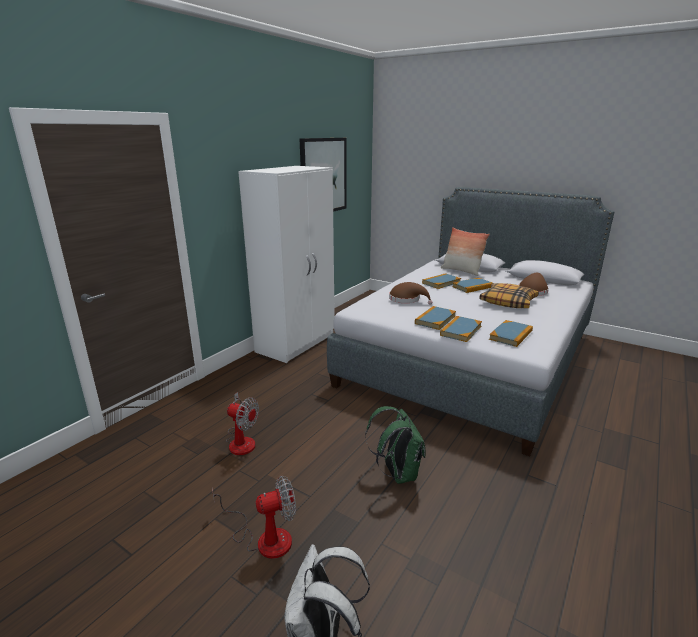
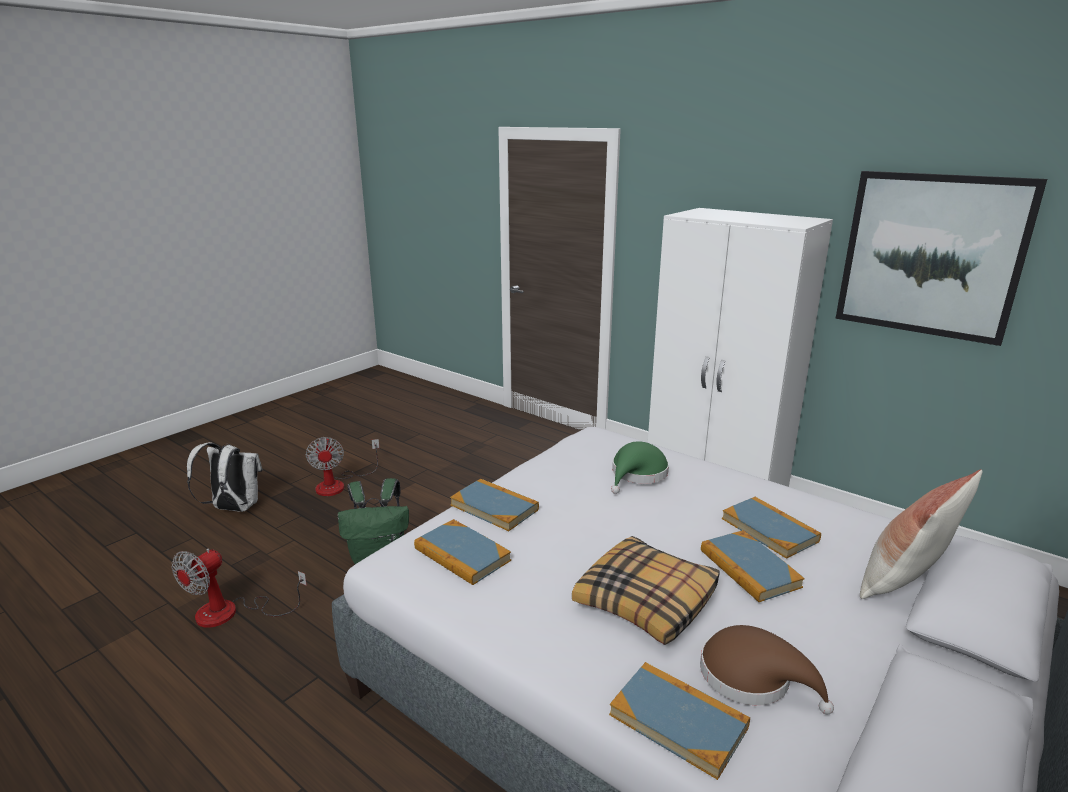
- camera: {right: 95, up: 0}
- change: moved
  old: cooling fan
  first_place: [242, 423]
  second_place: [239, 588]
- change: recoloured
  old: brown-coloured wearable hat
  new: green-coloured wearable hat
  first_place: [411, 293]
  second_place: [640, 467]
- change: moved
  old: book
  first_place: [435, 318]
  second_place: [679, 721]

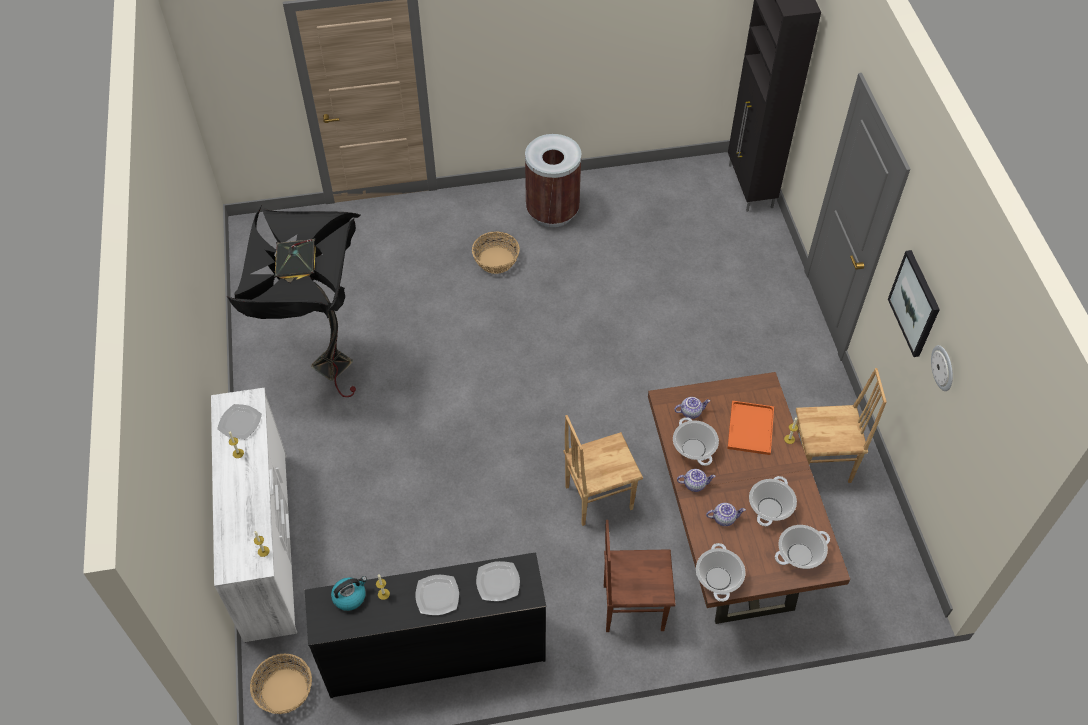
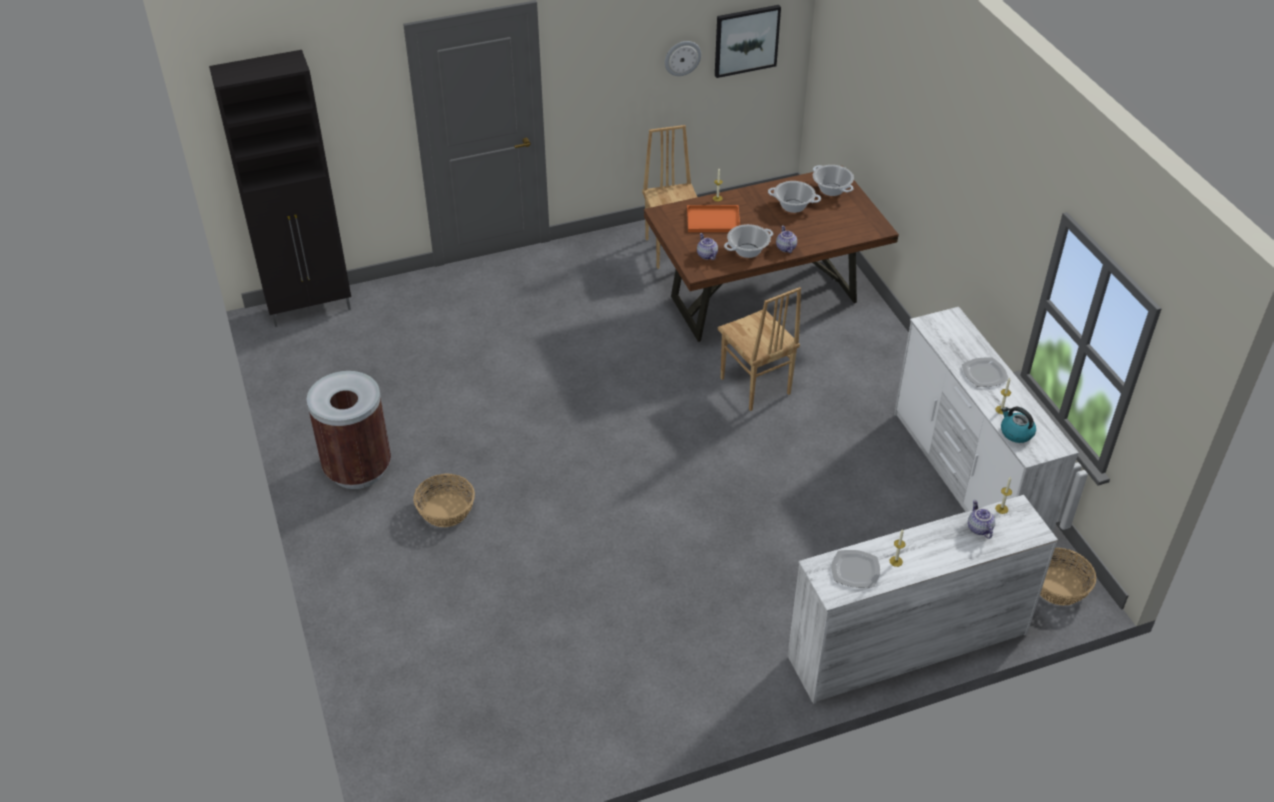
- camera: {right: -100, up: -10}
- change: removed
  old: black standard lamp
  first_place: [294, 301]
- change: recoloured
  old: black dresser
  new: white dresser
  first_place: [425, 625]
  second_place: [986, 419]
- change: removed
  old: plate
  first_place: [498, 581]
- change: removed
  old: brown-coloured plain chair
  first_place: [640, 576]
- change: removed
  old: saucepot
  first_place: [721, 572]
- change: moved
  old: pot for tea
  first_place: [726, 514]
  second_place: [981, 519]
- change: moved
  old: picture
  first_place: [914, 303]
  second_place: [748, 41]

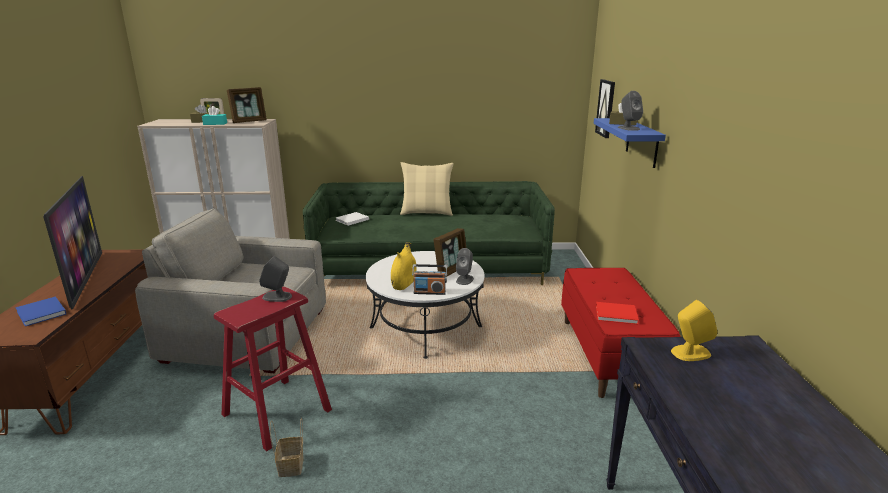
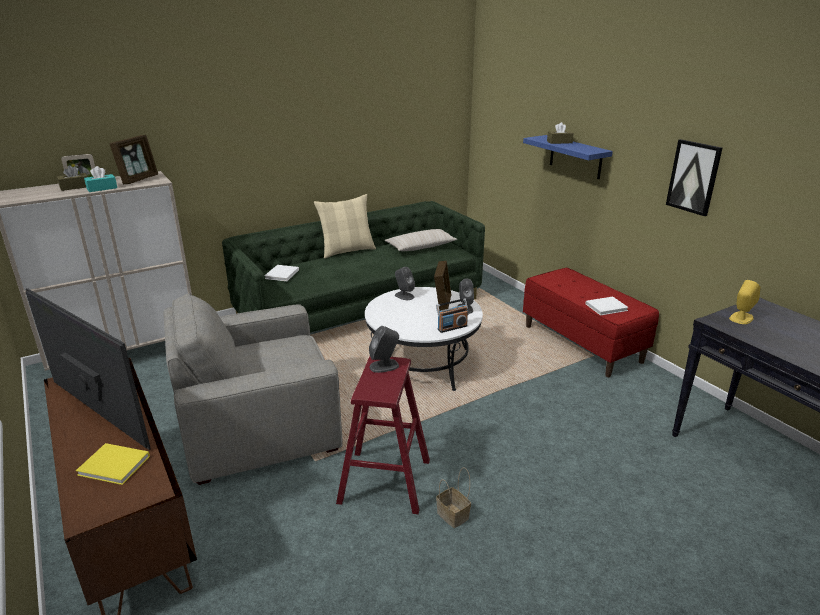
- camera: {right: -30, up: 5}
- change: recoloured
  old: blue book
  new: yellow-coloured book
  first_place: [40, 311]
  second_place: [113, 464]
- change: removed
  old: yellow-coloured flower vase
  first_place: [404, 266]
- change: moved
  old: picture
  first_place: [605, 108]
  second_place: [694, 177]
- change: recoloured
  old: red-coloured book
  new: white book
  first_place: [617, 313]
  second_place: [607, 306]
- change: moved
  old: grey loudspeaker
  first_place: [630, 111]
  second_place: [405, 283]
- change: added
  new: beige pillow
  second_place: [421, 240]

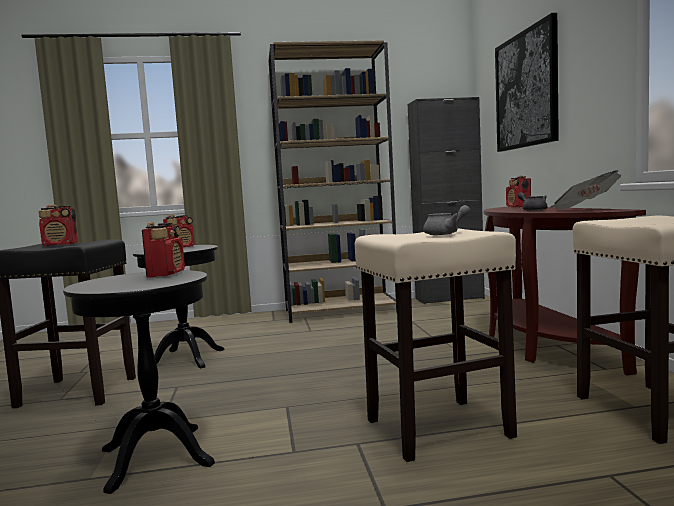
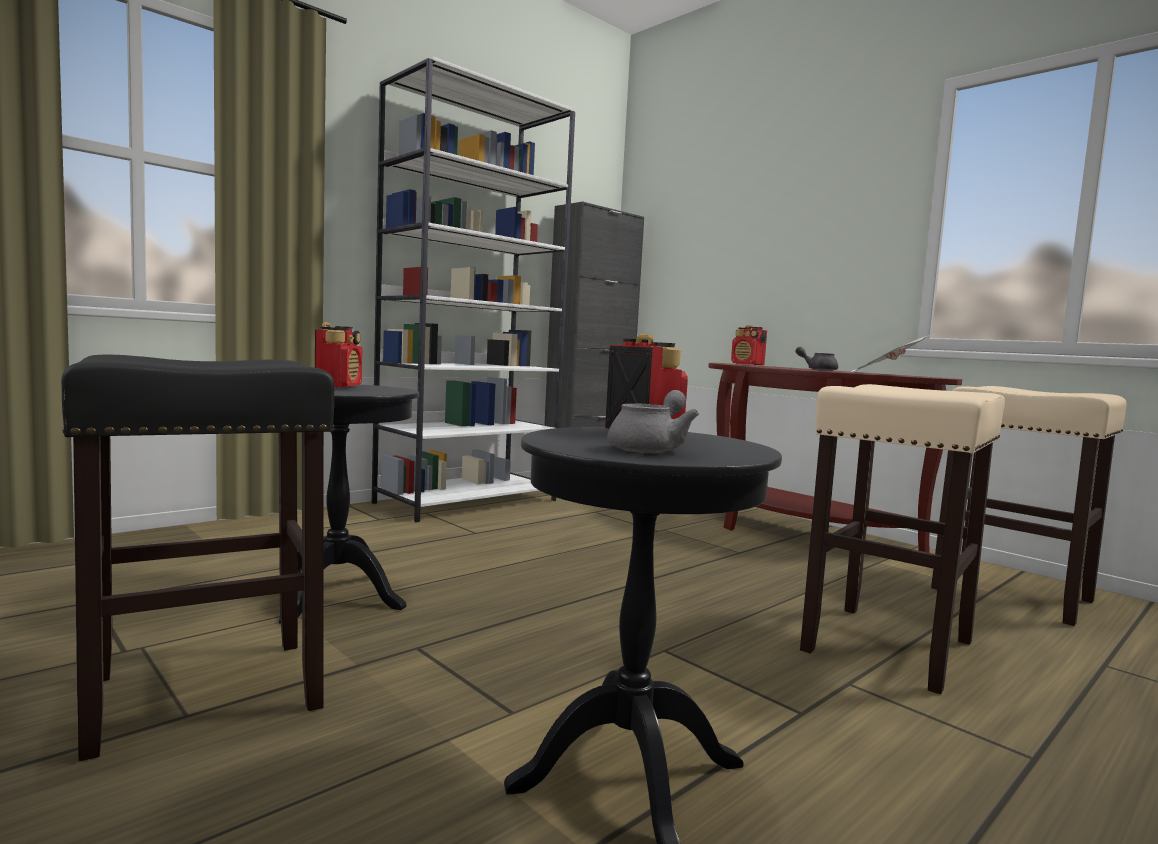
- camera: {right: -35, up: 0}
- change: removed
  old: radio
  first_place: [58, 225]
- change: recoloured
  old: brown-coloured shelving unit
  new: white shelving unit
  first_place: [332, 181]
  second_place: [473, 289]
- change: moved
  old: grey pot for tea
  first_place: [446, 220]
  second_place: [653, 421]
- change: removed
  old: picture
  first_place: [527, 82]

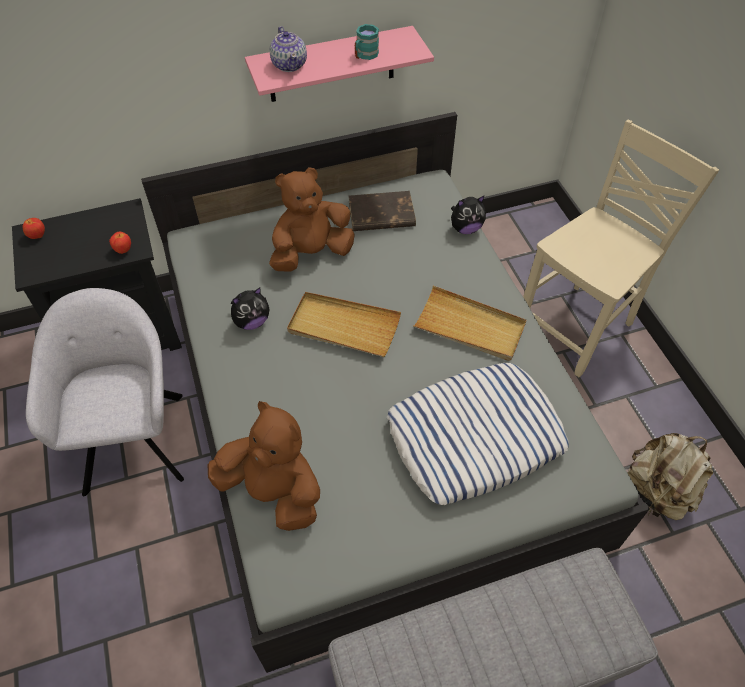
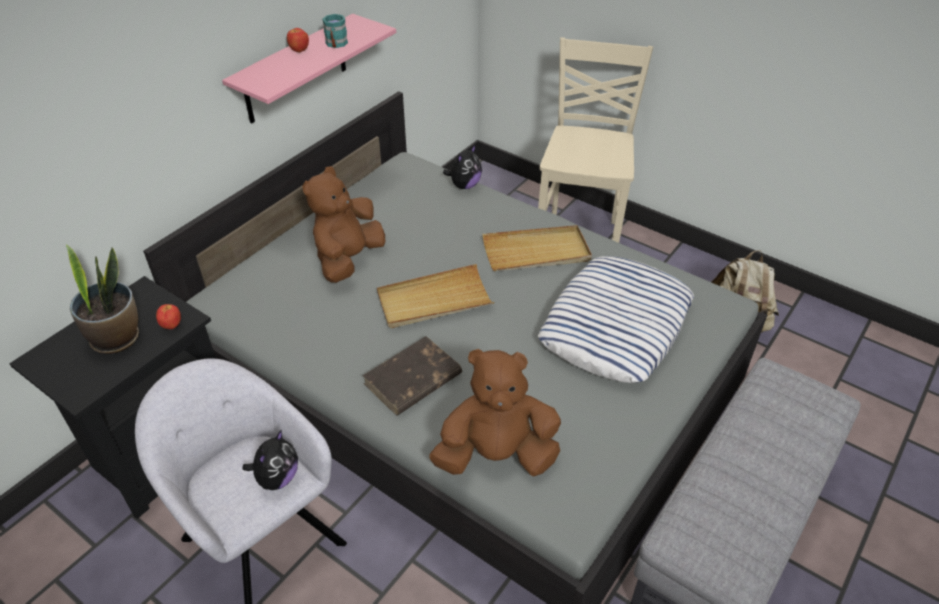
- camera: {right: -35, up: -10}
- change: moved
  old: whole apple
  first_place: [33, 228]
  second_place: [298, 40]
- change: moved
  old: cuddly toy
  first_place: [250, 308]
  second_place: [270, 460]
- change: removed
  old: pot for tea
  first_place: [288, 49]
- change: moved
  old: brown-coloured book
  first_place: [382, 211]
  second_place: [412, 376]
- change: added
  new: plant in a pot
  second_place: [102, 299]

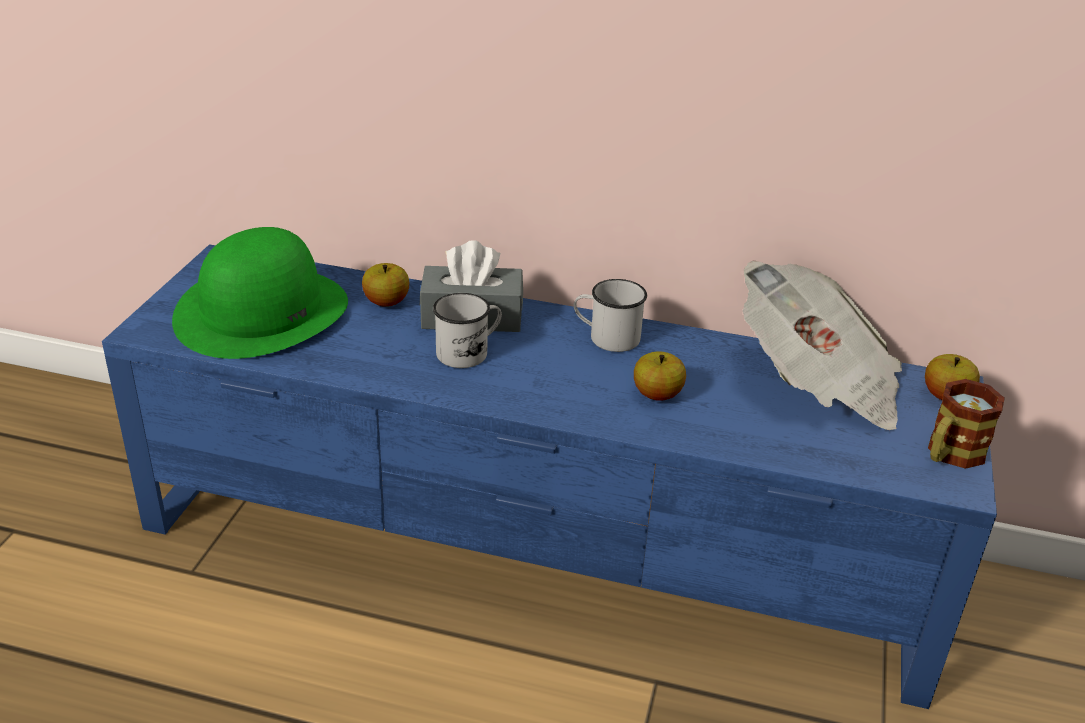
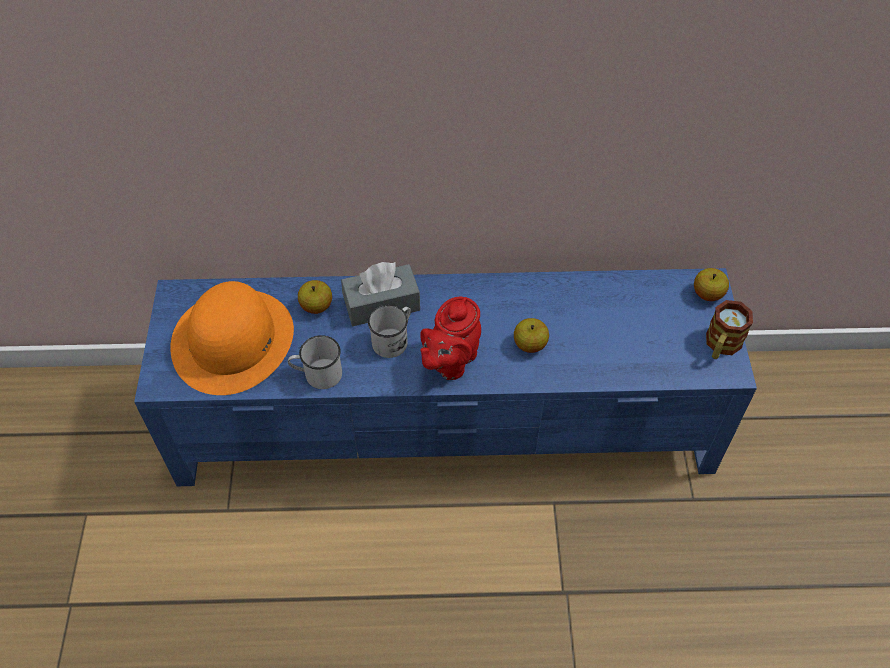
- camera: {right: -15, up: 20}
- change: recoloured
  old: green-coloured wearable hat
  new: orangey wearable hat
  first_place: [260, 293]
  second_place: [232, 338]
- change: moved
  old: white tea mug
  first_place: [610, 315]
  second_place: [315, 362]
- change: removed
  old: daily paper
  first_place: [822, 345]
- change: added
  new: red-coloured pot for tea
  second_place: [450, 338]

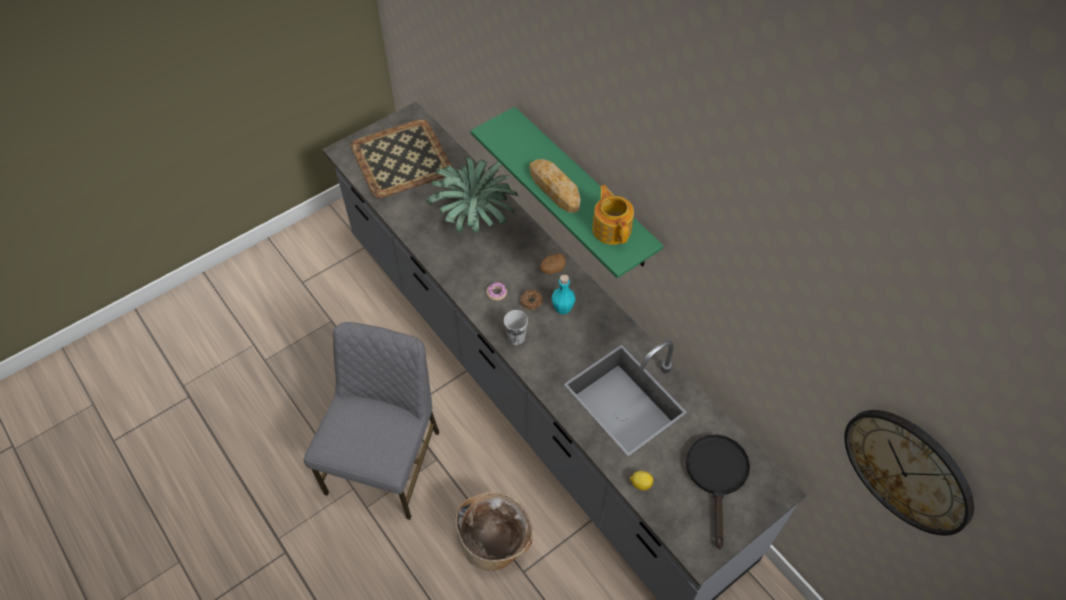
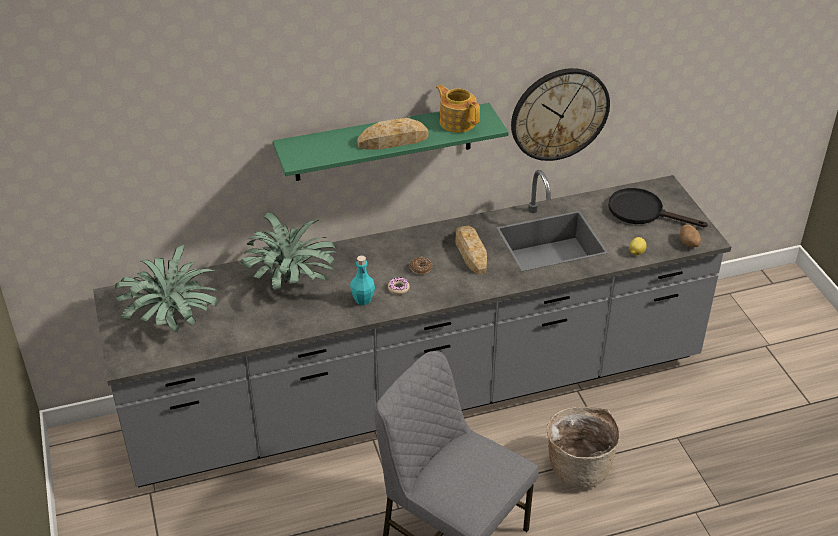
- camera: {right: -70, up: -15}
- change: replaced
  old: tray
  new: plant in a pot
  first_place: [401, 158]
  second_place: [166, 289]
- change: removed
  old: small cup
  first_place: [516, 327]
- change: moved
  old: potato
  first_place: [553, 263]
  second_place: [690, 235]
- change: moved
  old: turquoise drink bottle
  first_place: [563, 295]
  second_place: [362, 280]
- change: turned
  old: pot for tea
  first_place: [613, 215]
  second_place: [458, 109]
  degrees: 45
- change: moved
  old: wall clock
  first_place: [909, 473]
  second_place: [560, 114]
- change: added
  new: baked bread
  second_place: [471, 250]

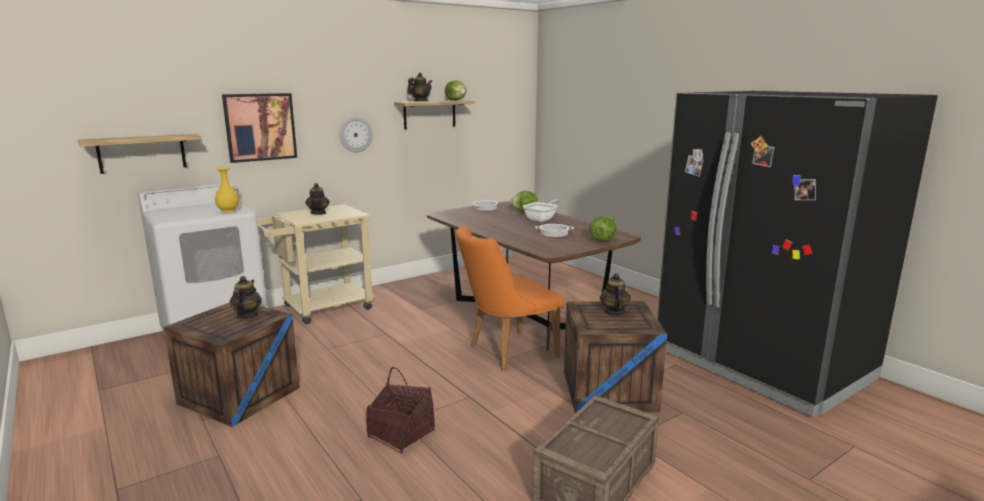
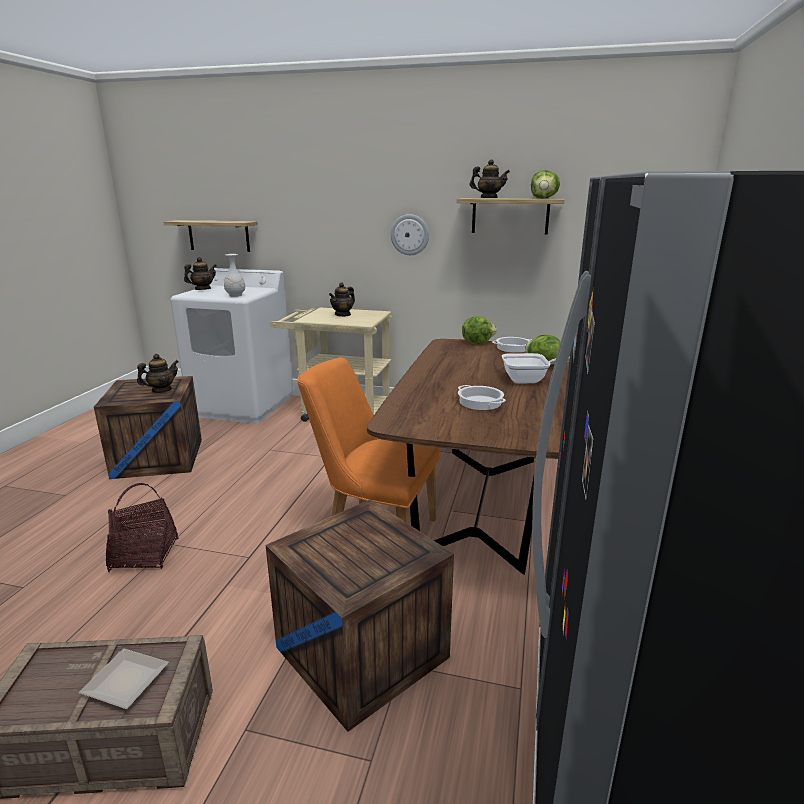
- camera: {right: 50, up: 5}
- change: recoloured
  old: yellow-coloured flower vase
  new: white flower vase
  first_place: [227, 190]
  second_place: [234, 275]
- change: removed
  old: picture
  first_place: [259, 128]
- change: moved
  old: lettuce head
  first_place: [603, 228]
  second_place: [479, 330]
- change: moved
  old: pot for tea
  first_place: [615, 294]
  second_place: [200, 273]
- change: added
  new: plate
  second_place: [124, 679]

